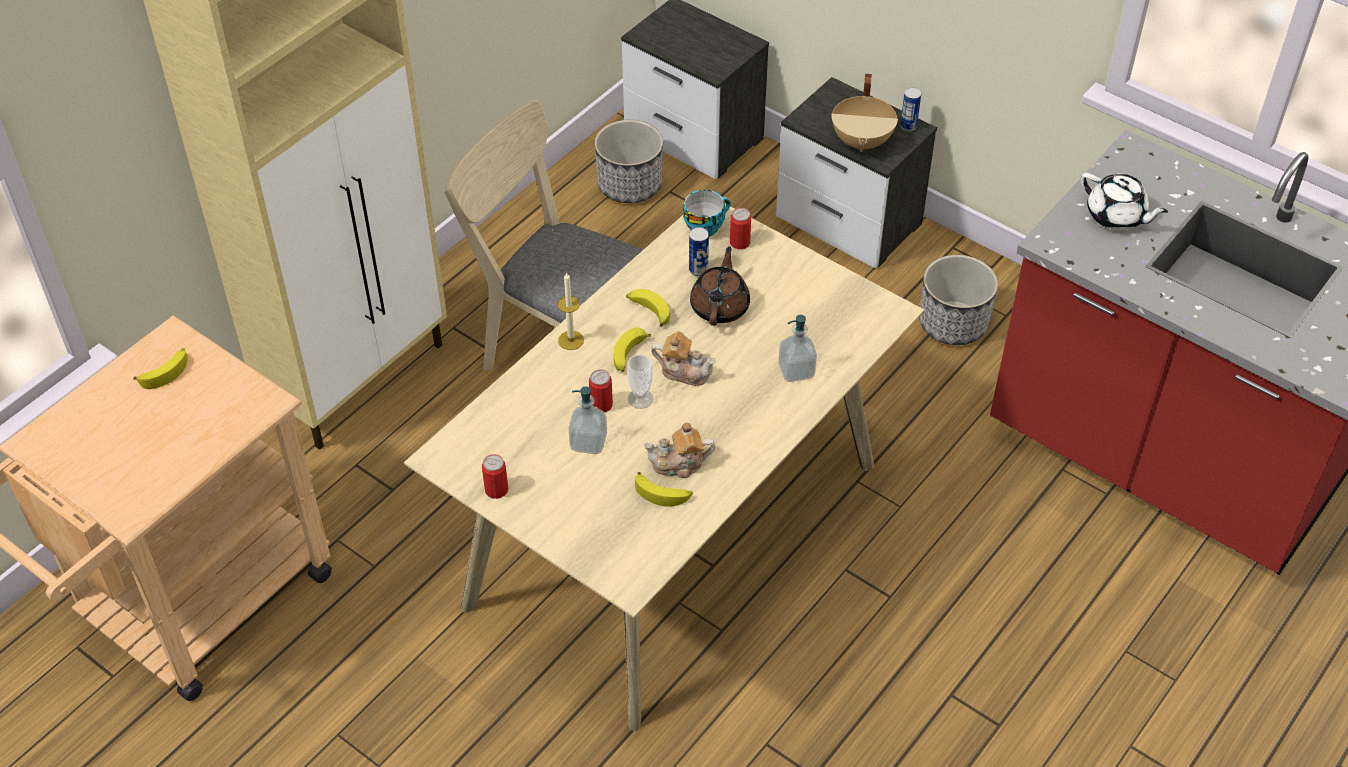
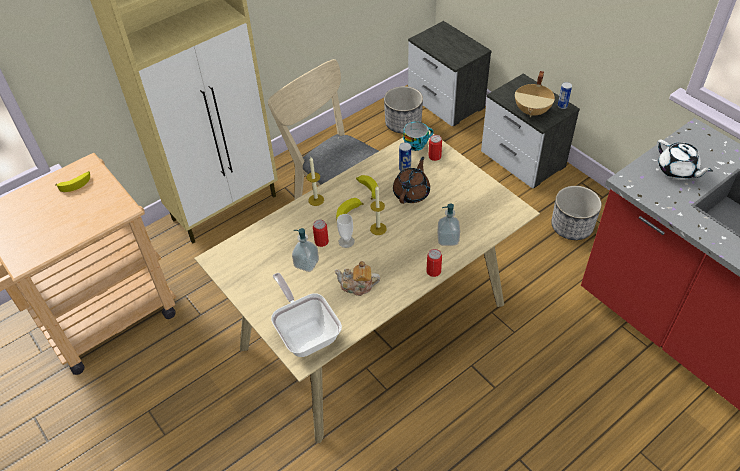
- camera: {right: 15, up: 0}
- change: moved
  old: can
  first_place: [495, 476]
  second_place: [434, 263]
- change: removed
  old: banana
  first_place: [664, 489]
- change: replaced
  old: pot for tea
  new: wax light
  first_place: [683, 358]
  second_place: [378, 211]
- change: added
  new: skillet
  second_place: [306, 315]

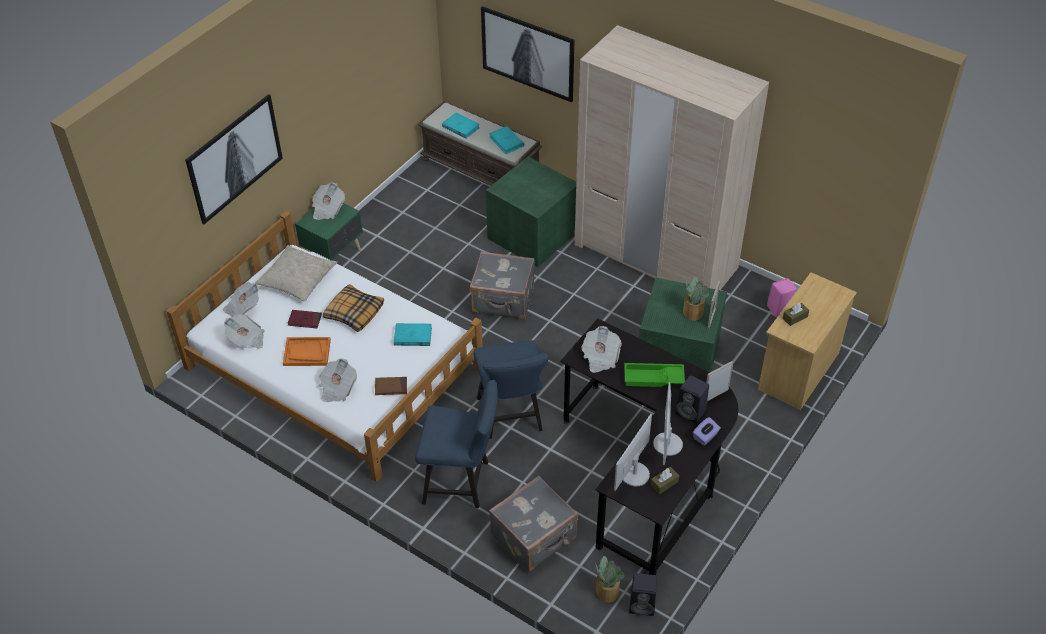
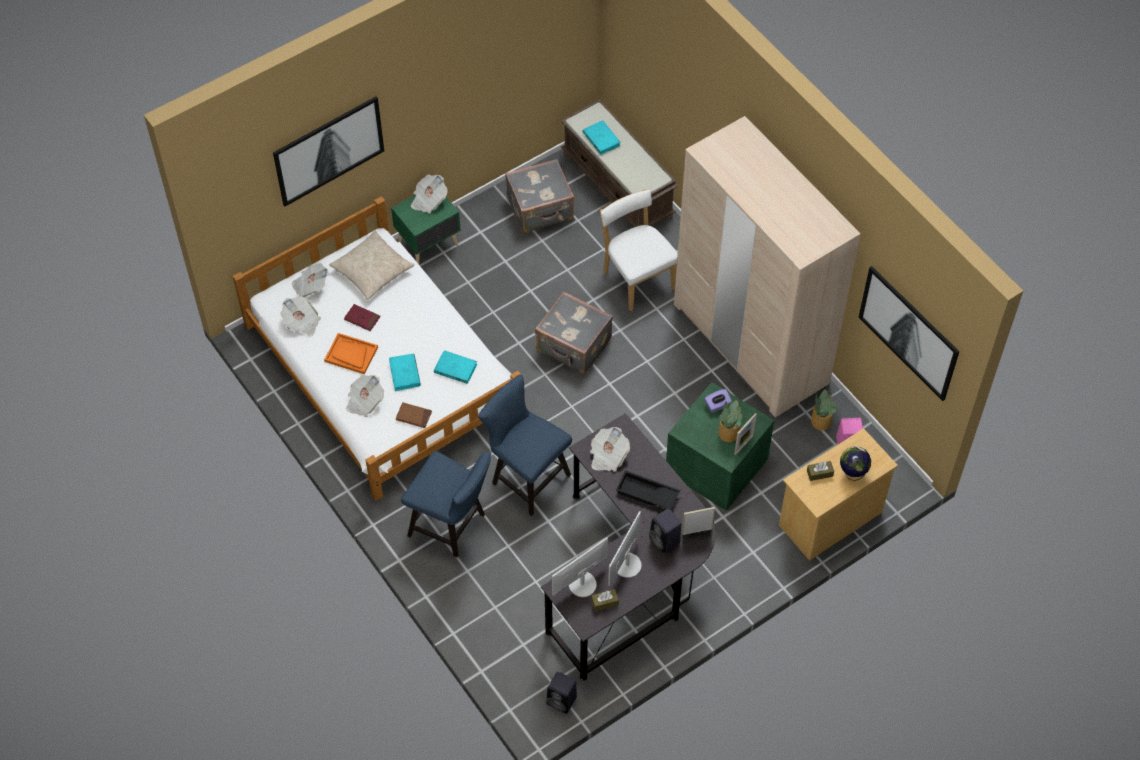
- camera: {right: 20, up: 10}
- change: removed
  old: pillow
  first_place: [353, 308]
- change: turned
  old: blue plain chair
  first_place: [511, 389]
  second_place: [525, 445]
  degrees: 120
- change: moved
  old: picture
  first_place: [528, 54]
  second_place: [909, 333]
- change: replaced
  old: green-coloured storage container
  new: white plain chair
  first_place: [531, 212]
  second_place: [639, 250]
- change: moved
  old: turquoise book
  first_place: [506, 140]
  second_place: [405, 372]
- change: moved
  old: grey piece of luggage
  first_place: [533, 524]
  second_place: [539, 196]
- change: moved
  old: plant in a pot
  first_place: [610, 579]
  second_place: [824, 410]
- change: recoloured
  old: green-coloured tray
  new: black tray
  first_place: [654, 375]
  second_place: [648, 490]
- change: moved
  old: purple box of tissues
  first_place: [707, 431]
  second_place: [718, 401]
- change: added
  new: desk globe
  second_place: [855, 464]

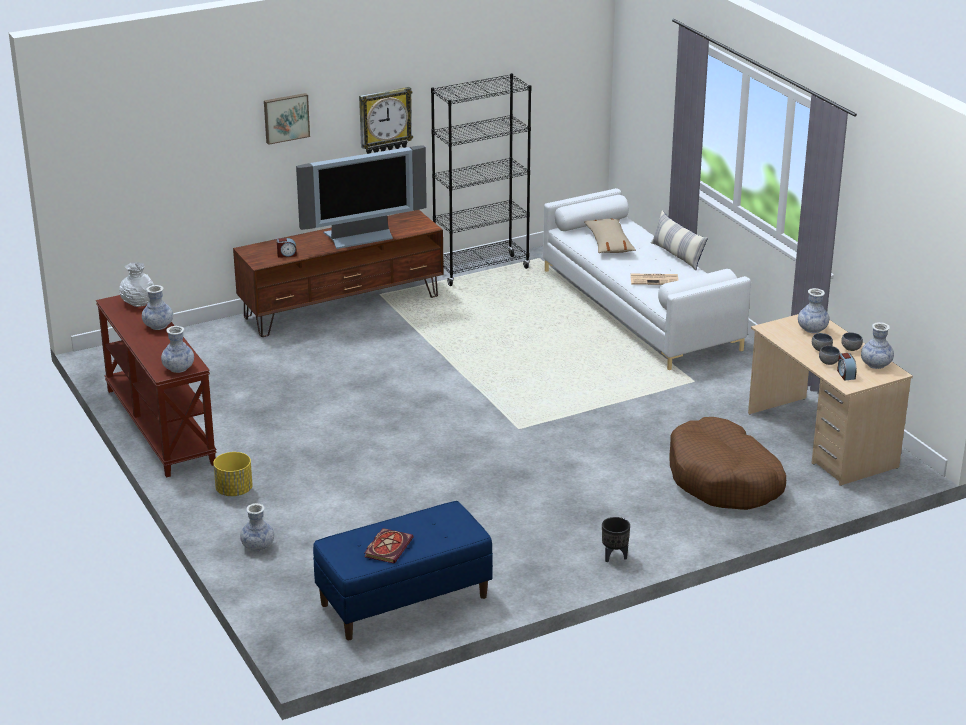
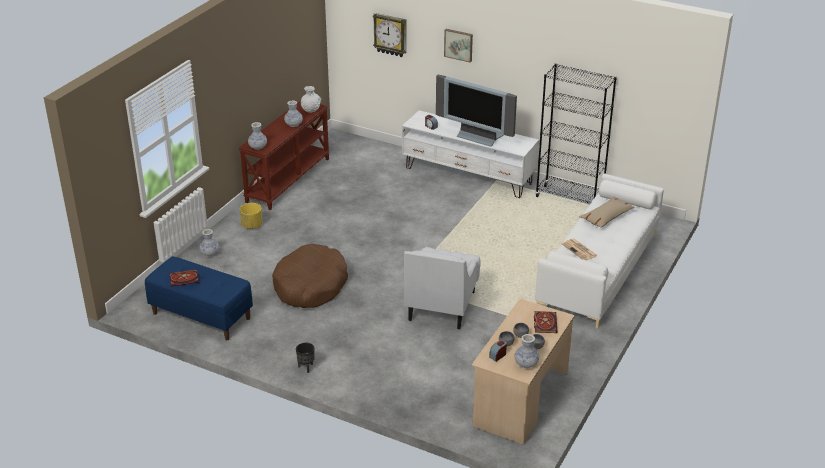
- camera: {right: 55, up: 5}
- change: recoloured
  old: brown-coloured tv unit
  new: white tv unit
  first_place: [338, 273]
  second_place: [470, 154]
- change: moved
  old: wall clock
  first_place: [386, 120]
  second_place: [390, 35]
- change: removed
  old: pillow
  first_place: [679, 240]
- change: moved
  old: brown-coloured dog cushion
  first_place: [727, 463]
  second_place: [310, 276]
- change: replaced
  old: flower vase
  new: book
  first_place: [813, 310]
  second_place: [545, 322]
- change: added
  new: white easy chair
  second_place: [442, 288]

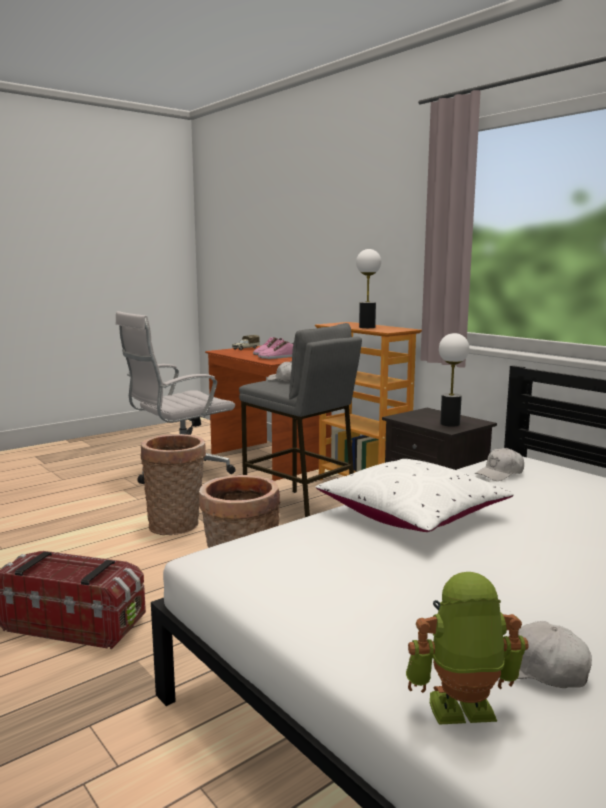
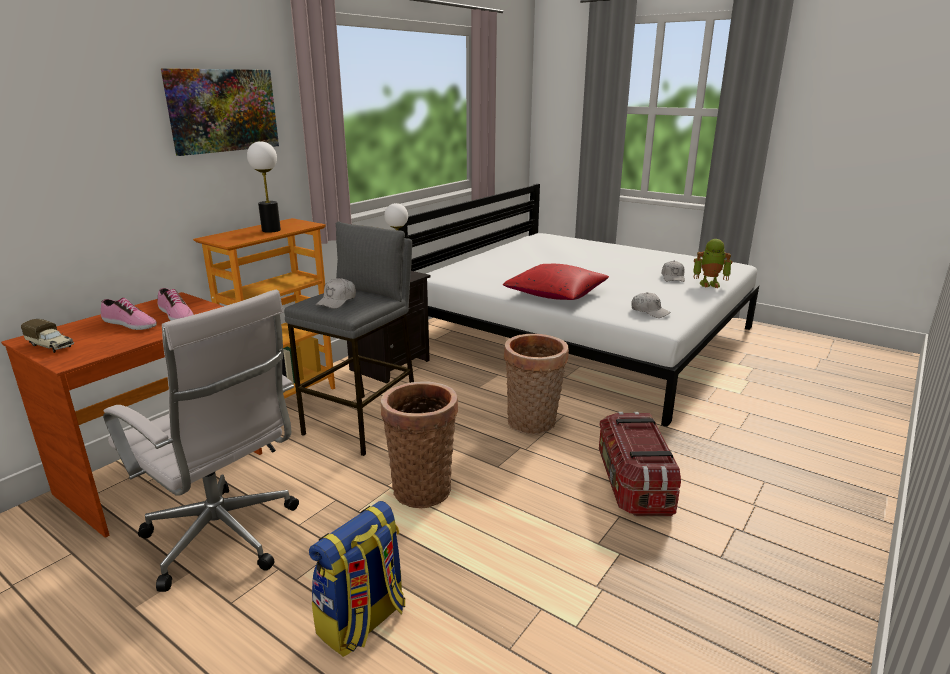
- camera: {right: -105, up: 10}
- change: recoloured
  old: white pillow
  new: red-coloured pillow
  first_place: [414, 495]
  second_place: [556, 282]
- change: turned
  old: toy robot
  first_place: [467, 648]
  second_place: [712, 263]
  degrees: -60
- change: moved
  old: white cap
  first_place: [499, 464]
  second_place: [651, 305]
- change: added
  new: picture
  second_place: [220, 112]
- change: added
  new: backpack
  second_place: [357, 579]

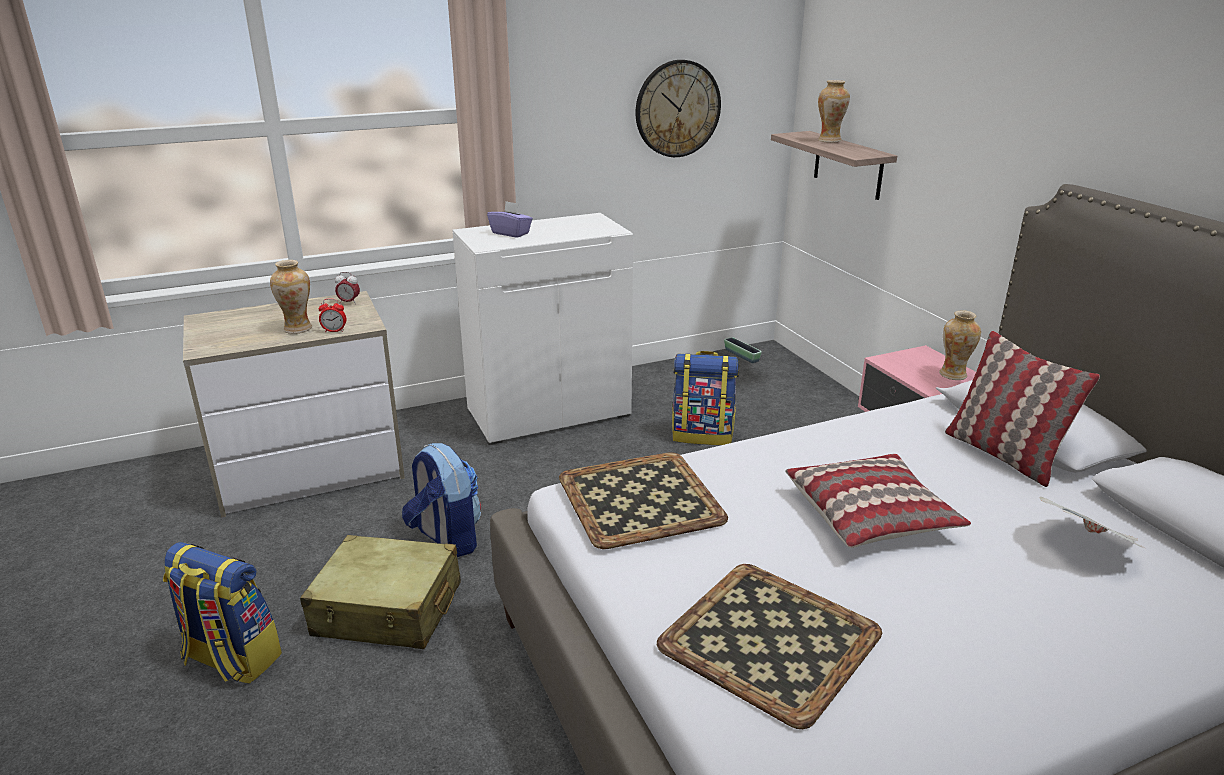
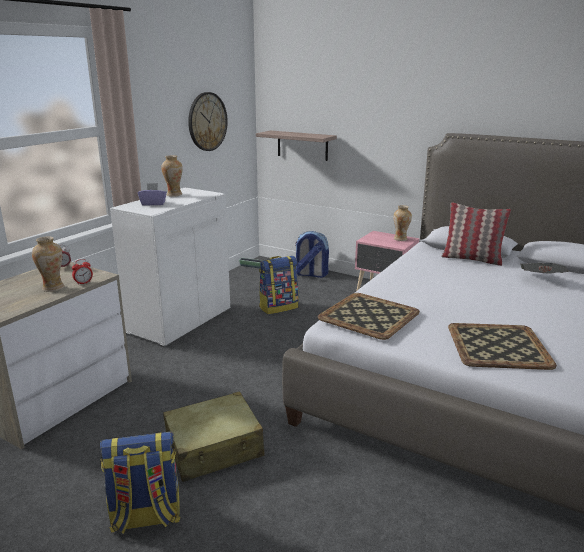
- camera: {right: -35, up: -5}
- change: moved
  old: backpack
  first_place: [441, 500]
  second_place: [312, 254]
- change: removed
  old: pillow
  first_place: [878, 501]
- change: moved
  old: flower vase
  first_place: [834, 111]
  second_place: [172, 176]

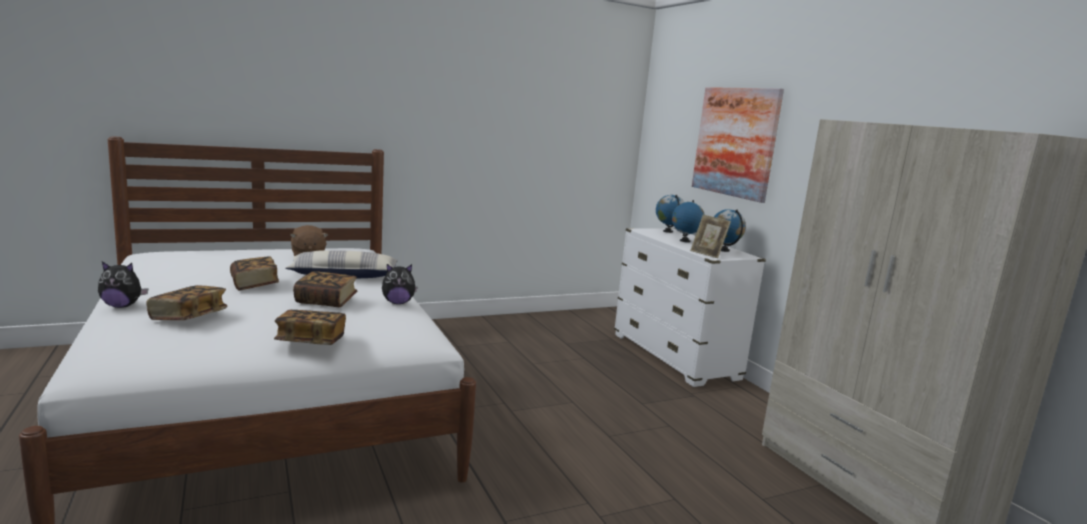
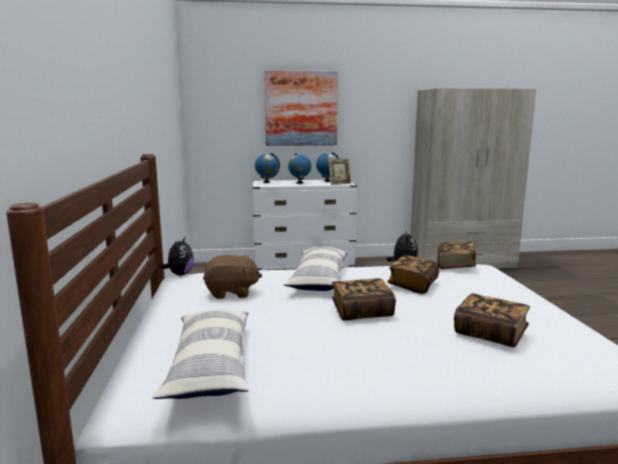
- camera: {right: -70, up: 0}
- change: moved
  old: cuddly toy
  first_place: [123, 285]
  second_place: [176, 256]
- change: moved
  old: book
  first_place: [310, 327]
  second_place: [456, 255]
- change: added
  new: pillow
  second_place: [201, 354]

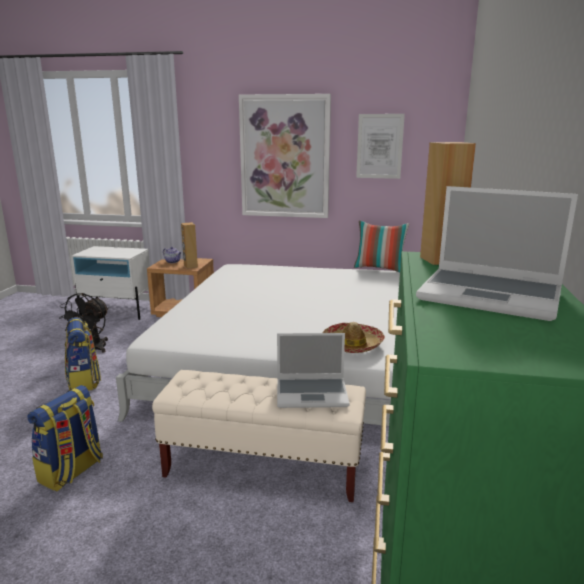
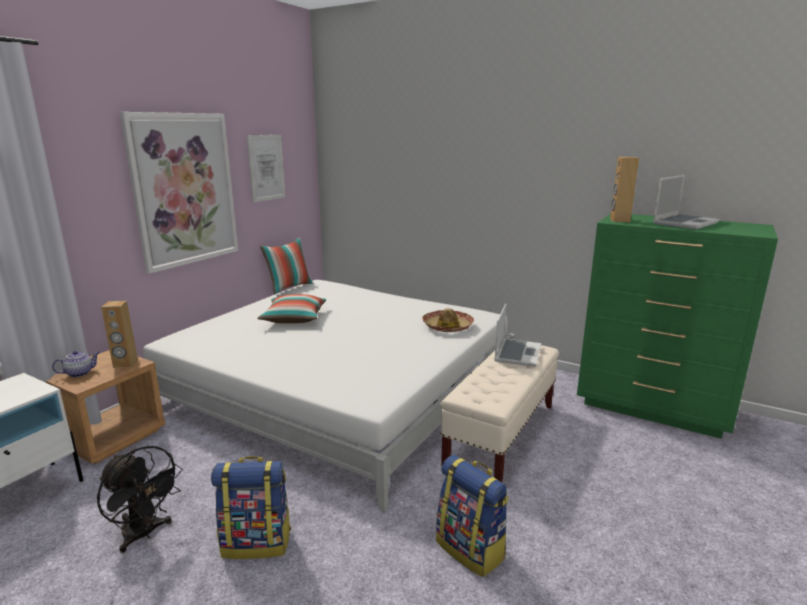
- camera: {right: -70, up: 0}
- change: added
  new: pillow
  second_place: [291, 308]

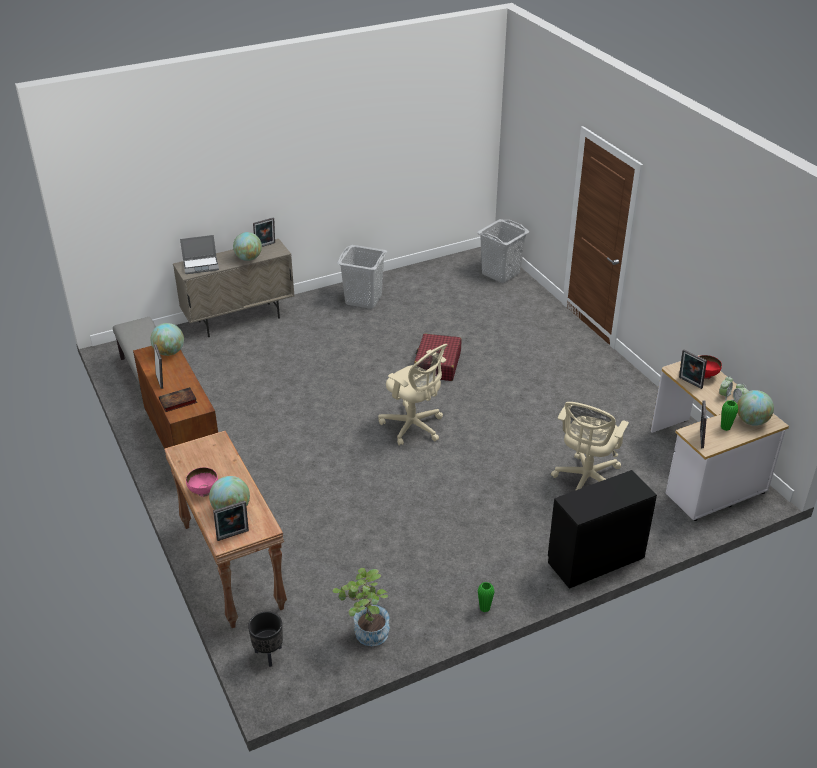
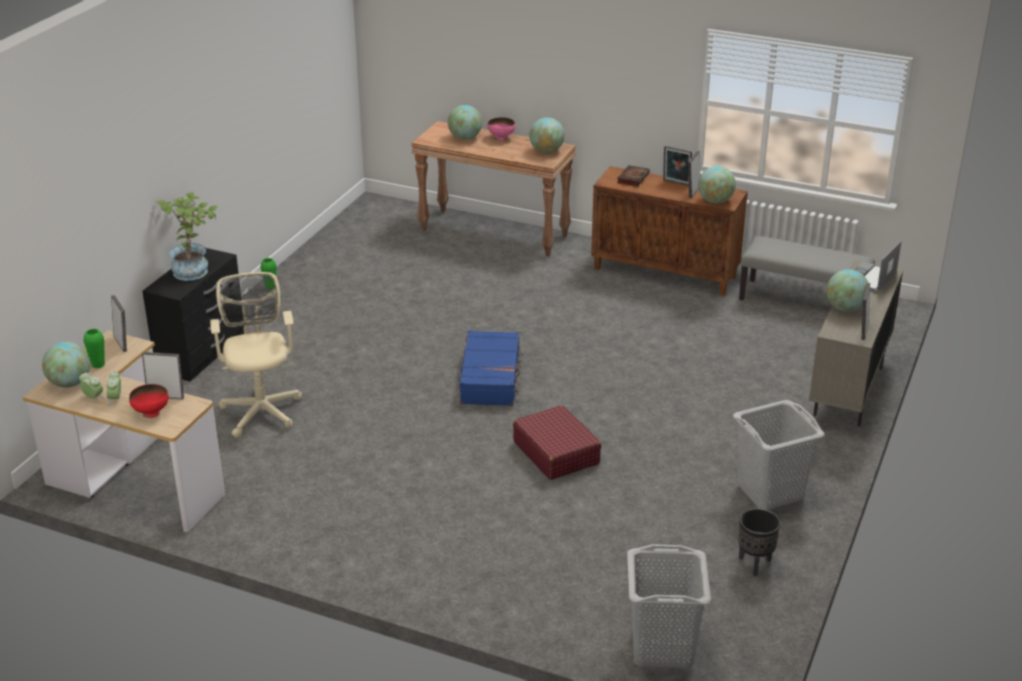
- camera: {right: 140, up: -5}
- change: moved
  old: photo frame
  first_place: [231, 521]
  second_place: [694, 174]
- change: moved
  old: black planter
  first_place: [265, 639]
  second_place: [759, 542]
- change: moved
  old: plant in a pot
  first_place: [361, 607]
  second_place: [187, 236]
- change: replaced
  old: beige desk chair
  new: blue piece of luggage
  first_place: [413, 395]
  second_place: [491, 368]
- change: added
  new: desk globe
  second_place: [547, 135]

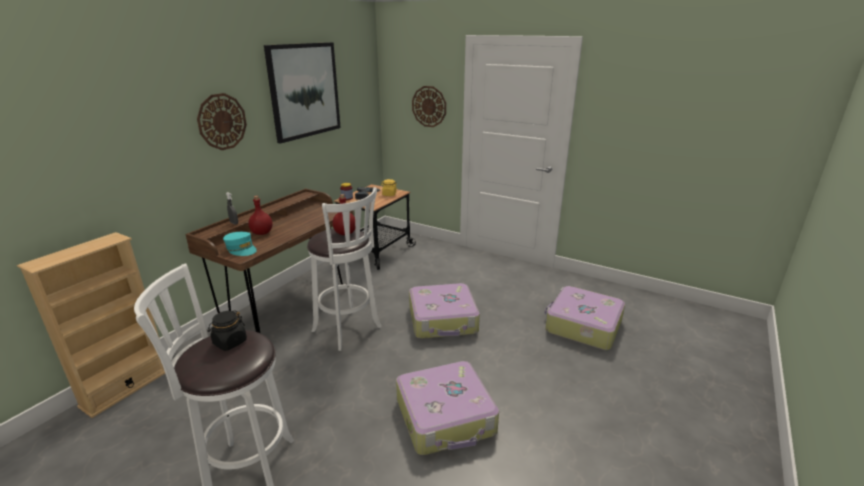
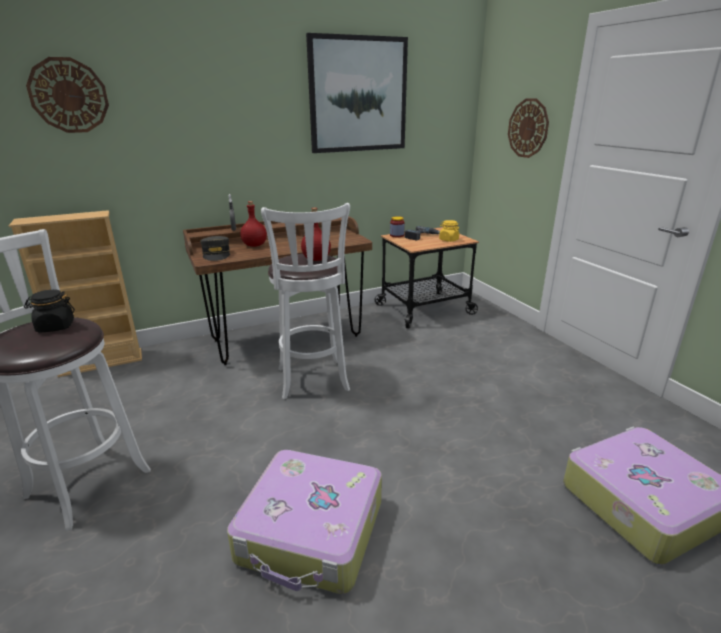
- camera: {right: 35, up: 0}
- change: moved
  old: wall clock
  first_place: [222, 121]
  second_place: [67, 95]
- change: recoloured
  old: turquoise cap
  new: grey cap
  first_place: [240, 244]
  second_place: [215, 248]
- change: removed
  old: piece of luggage
  first_place: [444, 311]

